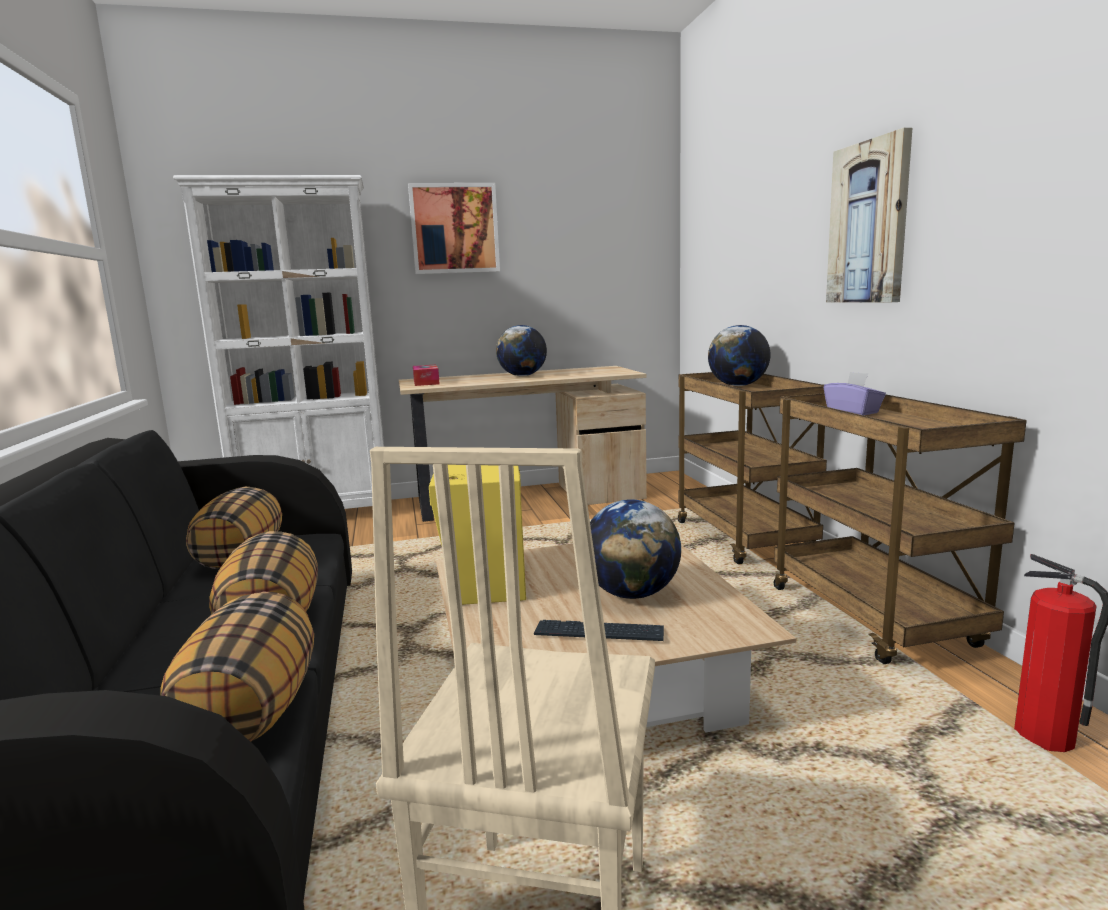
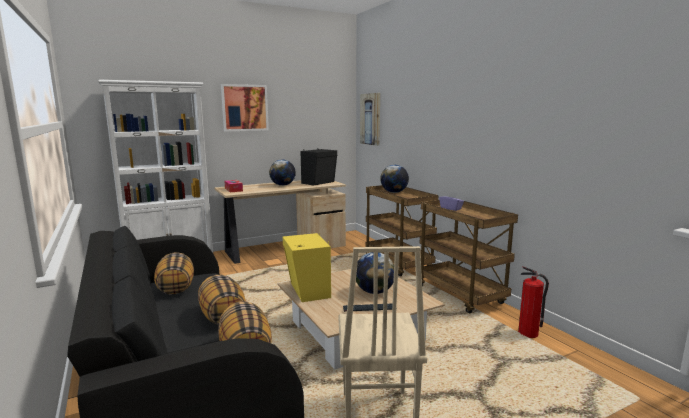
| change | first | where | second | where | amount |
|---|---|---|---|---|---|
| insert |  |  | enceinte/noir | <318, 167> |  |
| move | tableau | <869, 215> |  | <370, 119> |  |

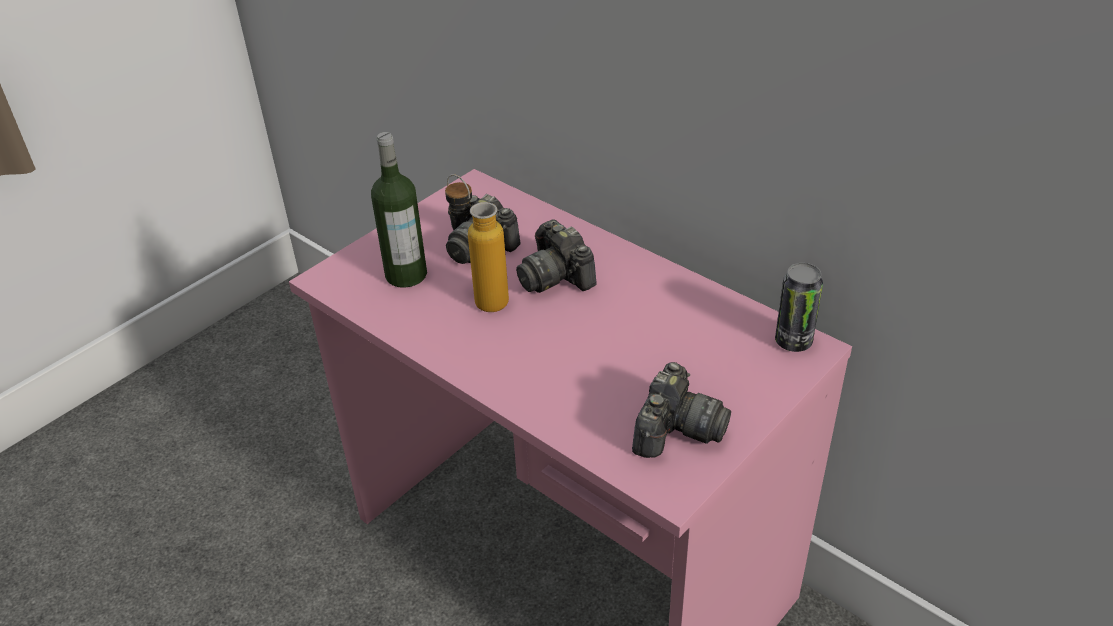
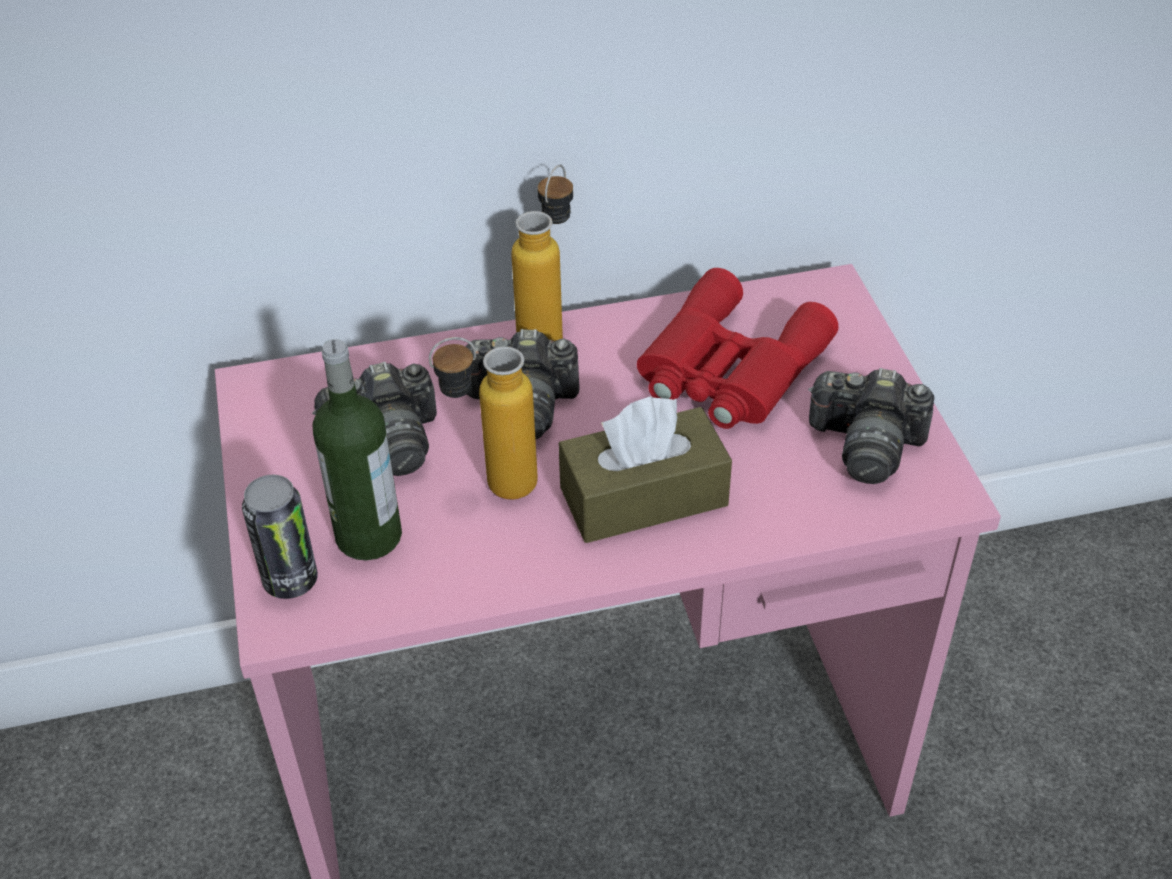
| change | first | where | second | where | amount |
|---|---|---|---|---|---|
| insert |  |  | bouteille | <542, 253> |  |
| insert |  |  | boîte à mouchoirs/marron | <645, 469> |  |
| insert |  |  | jumelles/rouge | <737, 348> |  |
| move | boîte métallique | <799, 307> |  | <280, 537> |  |
| rotate | appareil photo | <681, 410> |  | <871, 426> | 135 degrees clockwise |

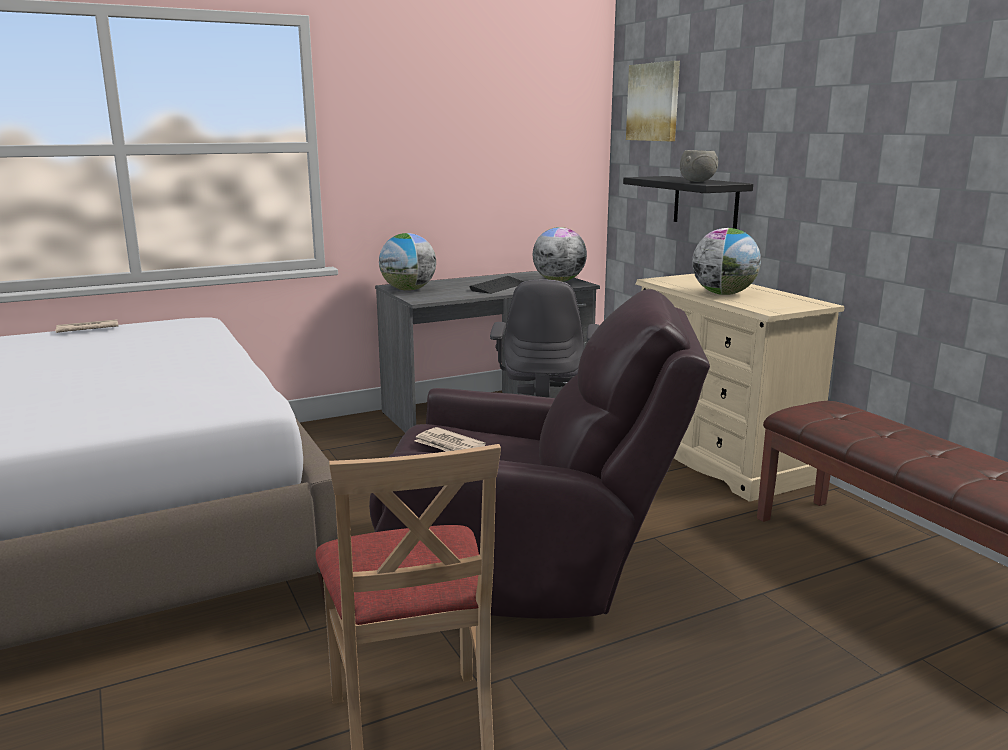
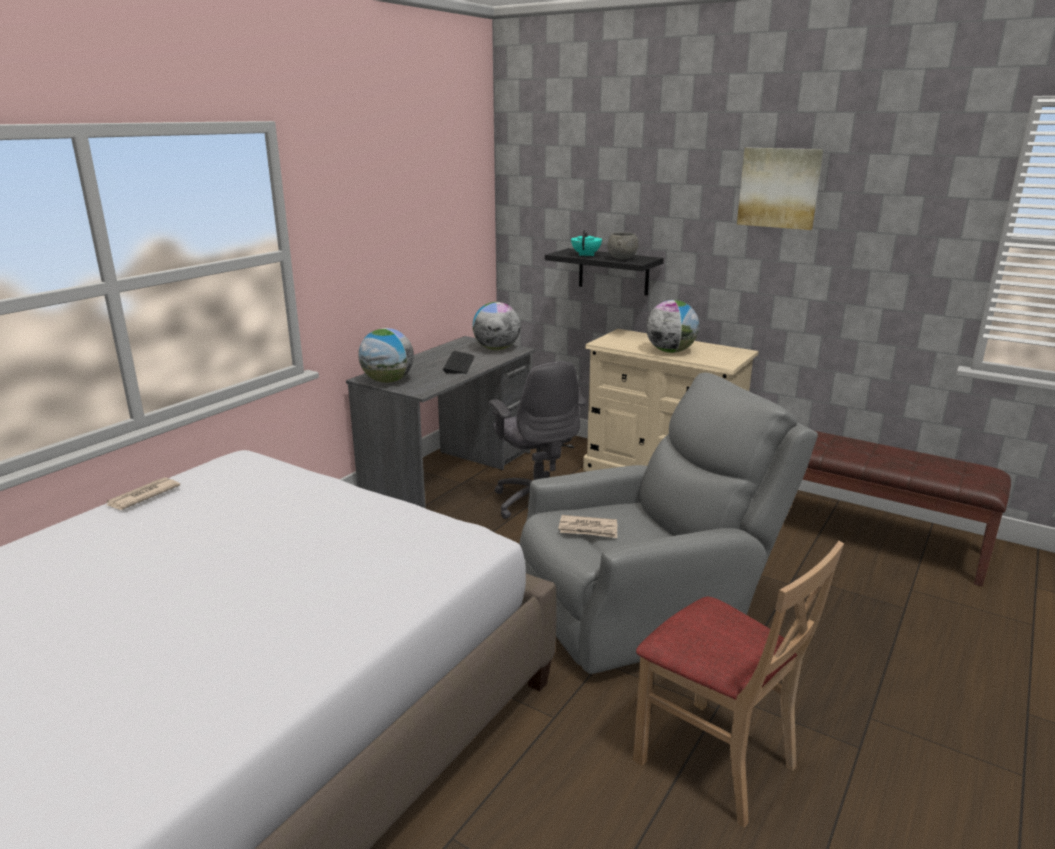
| change | first | where | second | where | amount |
|---|---|---|---|---|---|
| insert |  |  | théière/turquoise | <586, 243> |  |
| move | tableau | <653, 101> |  | <780, 189> |  |
| recolor | fauteuil/marron | <539, 454> | fauteuil/gris | <668, 523> |  |

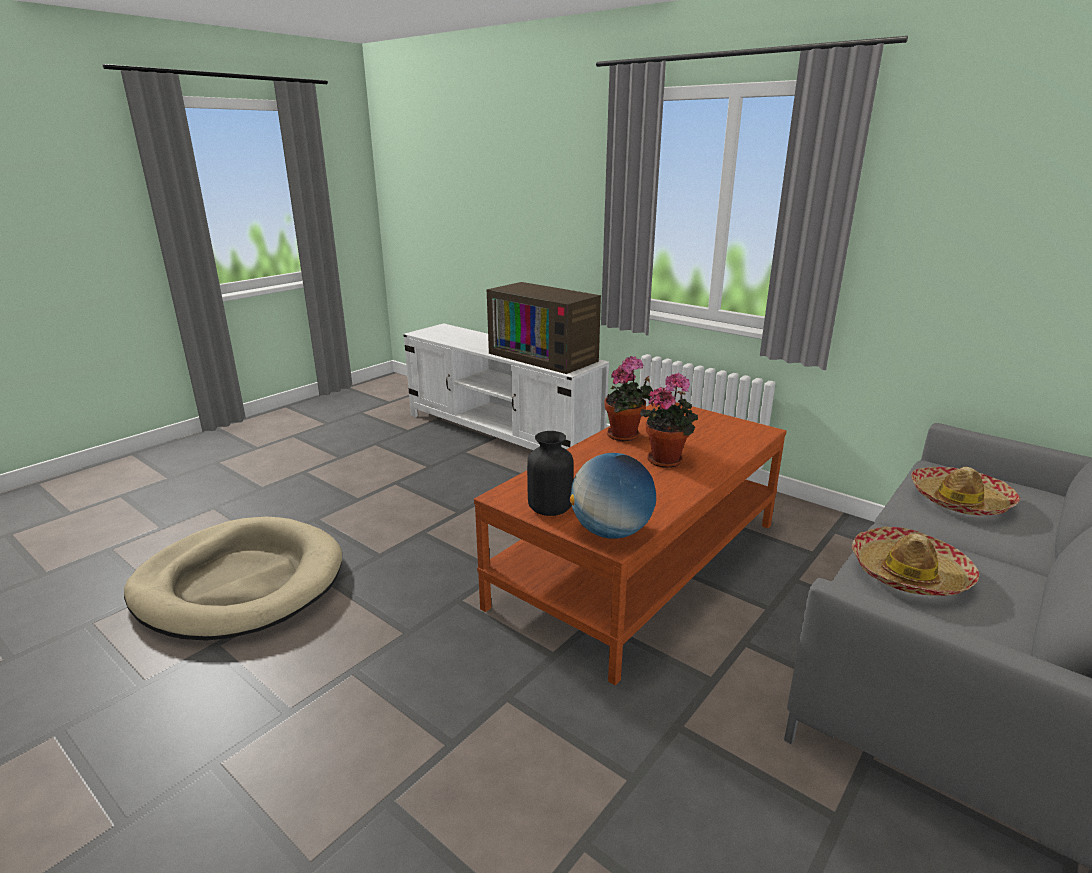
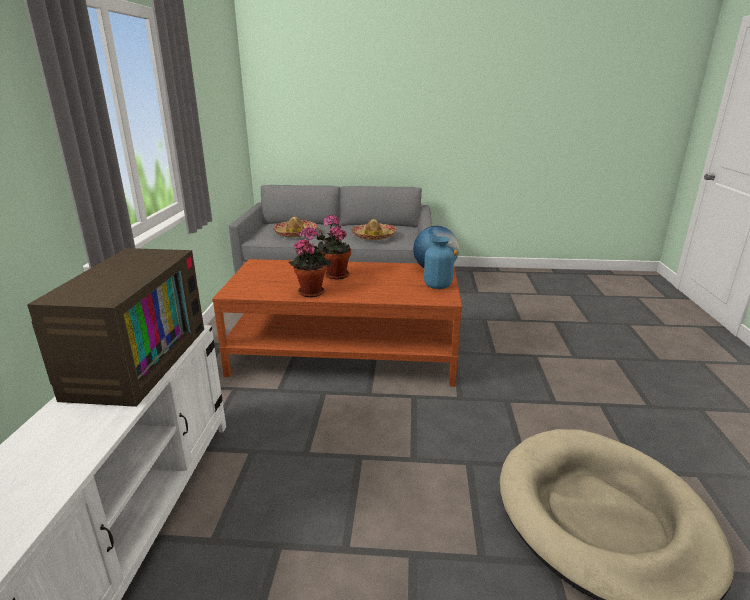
| change | first | where | second | where | amount |
|---|---|---|---|---|---|
| recolor | vase/noir | <550, 473> | vase/bleu | <439, 262> |  |

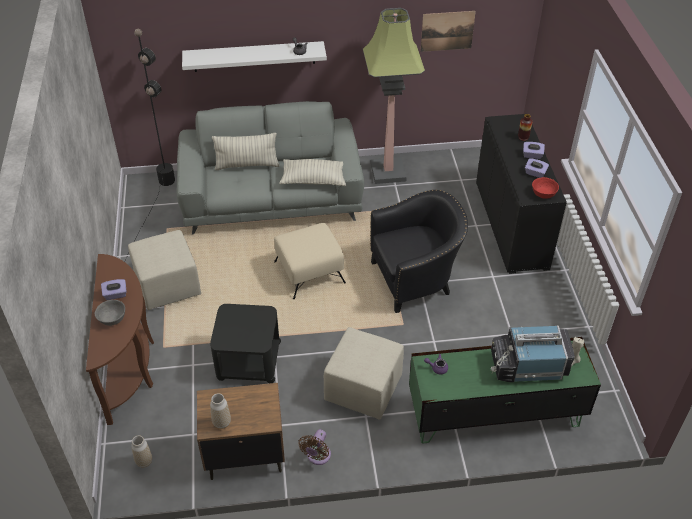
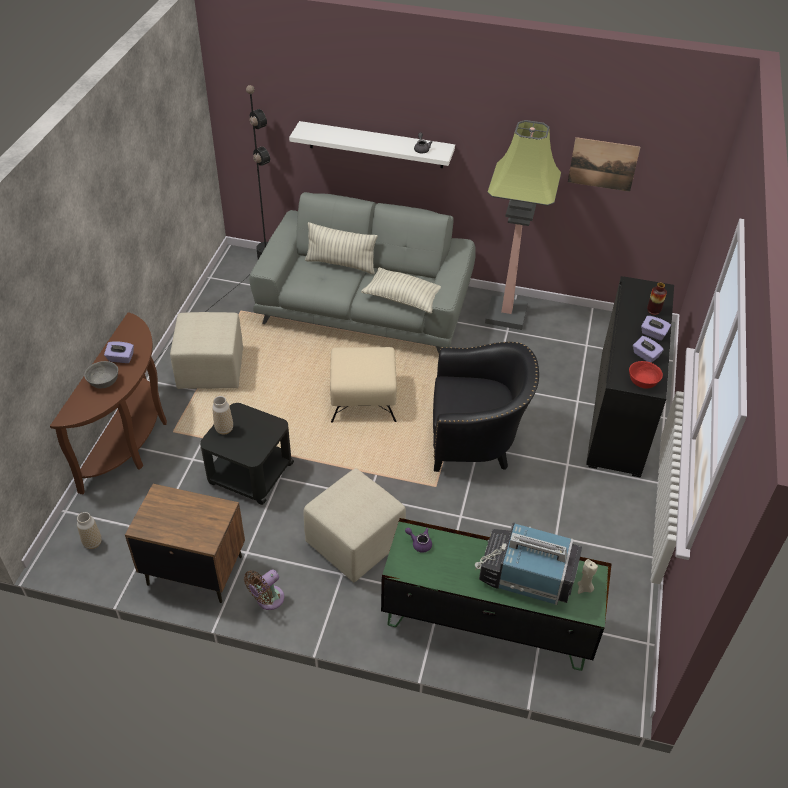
| change | first | where | second | where | amount |
|---|---|---|---|---|---|
| move | vase | <220, 411> |  | <222, 415> |  |

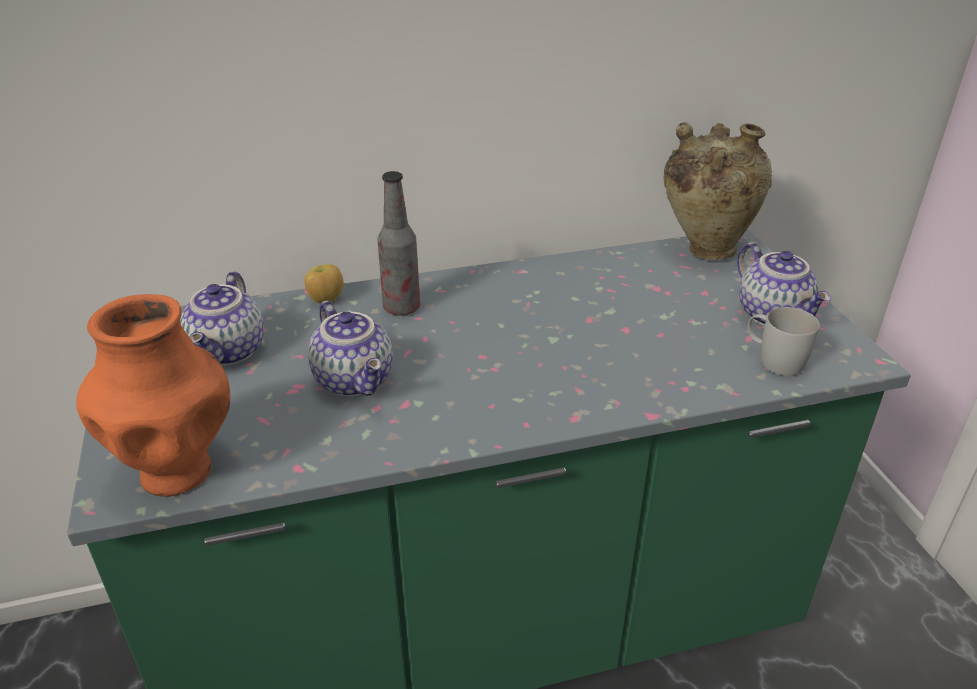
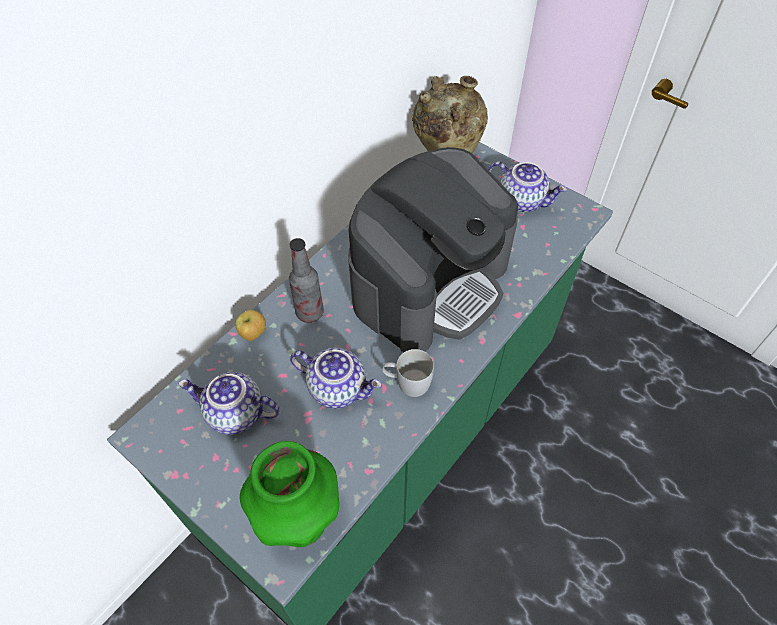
| change | first | where | second | where | amount |
|---|---|---|---|---|---|
| insert |  |  | machine à café | <433, 249> |  |
| move | mug/blanc | <784, 341> |  | <408, 373> |  |
| recolor | vase/orange | <153, 395> | vase/vert | <289, 494> |  |
| rotate | théière | <222, 318> |  | <228, 403> | 135 degrees clockwise |

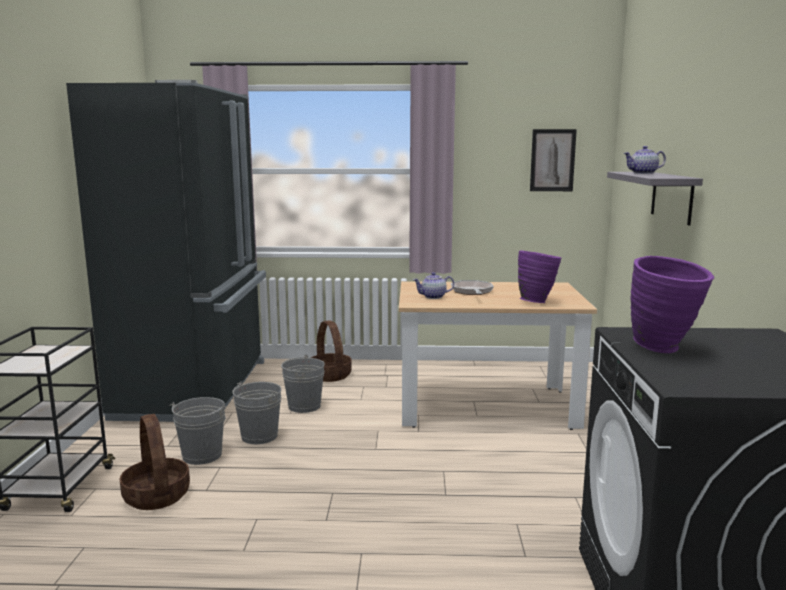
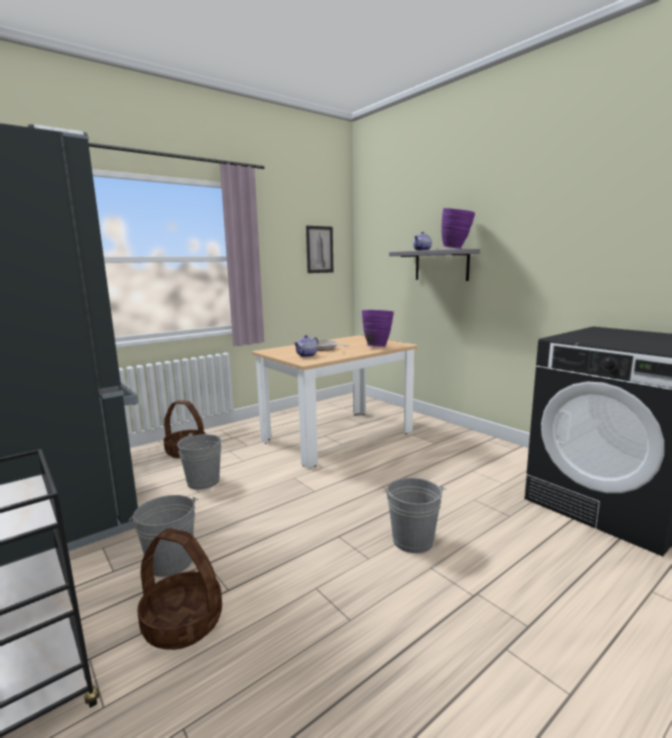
| change | first | where | second | where | amount |
|---|---|---|---|---|---|
| move | seau/gris | <256, 413> |  | <415, 515> |  |
| move | vase/violet | <672, 304> |  | <458, 228> |  |

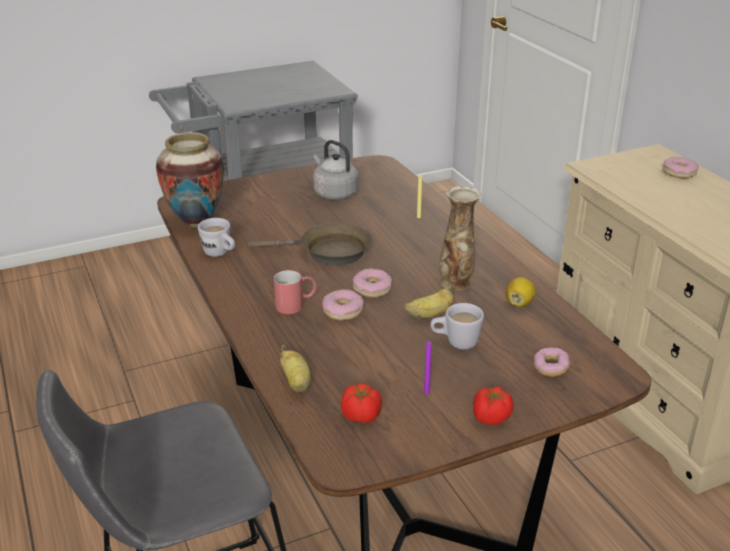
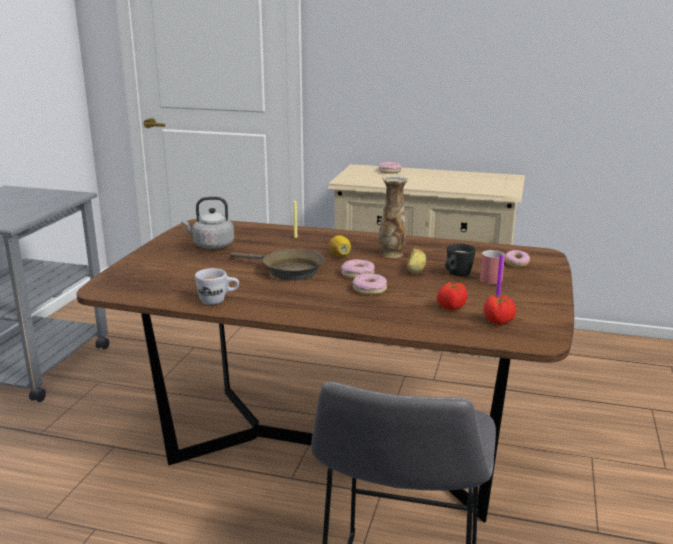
| change | first | where | second | where | amount |
|---|---|---|---|---|---|
| delete | vase | <190, 180> |  |  |  |
| delete | banane | <295, 368> |  |  |  |
| move | mug/rouge | <295, 292> |  | <492, 267> |  |
| move | tomate | <493, 405> |  | <452, 296> |  |
| move | citron | <521, 292> |  | <339, 246> |  |
| recolor | mug/blanc | <457, 326> | mug/noir | <460, 259> |  |
| rotate | poêle/marron | <310, 243> |  | <277, 264> | 75 degrees clockwise |

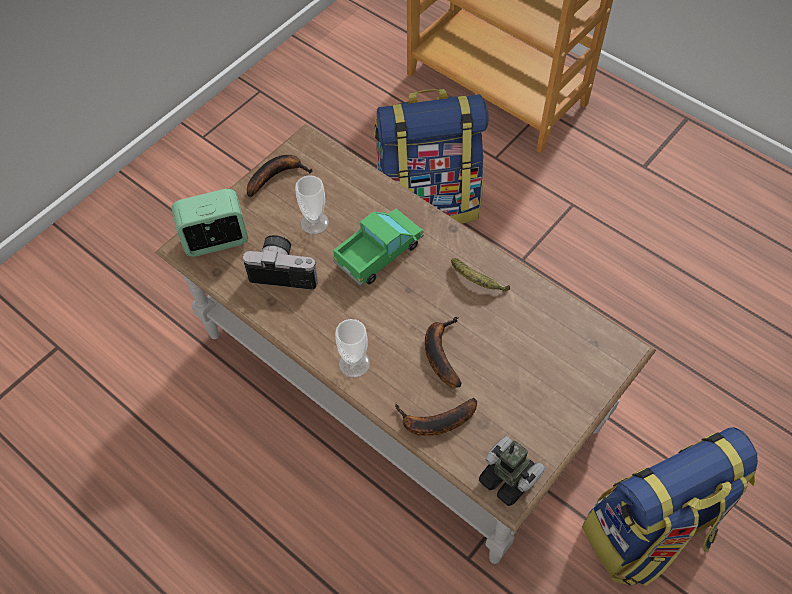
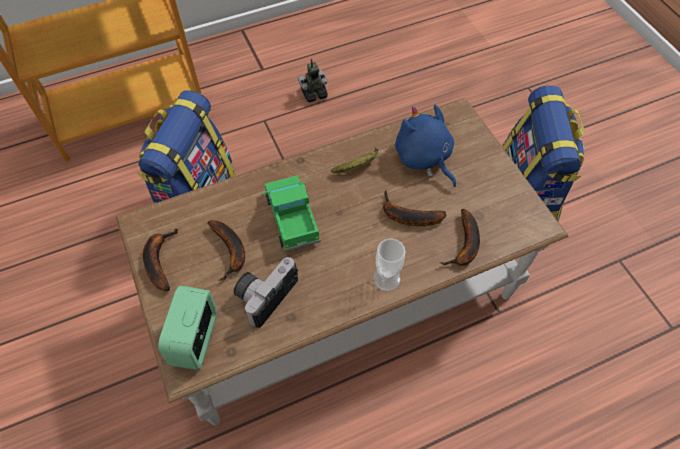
| change | first | where | second | where | amount |
|---|---|---|---|---|---|
| insert |  |  | peluche/bleu | <425, 145> |  |
| move | robot jouet | <512, 471> |  | <313, 80> |  |
| replace | tasse | <312, 204> | banane | <226, 250> |  |

